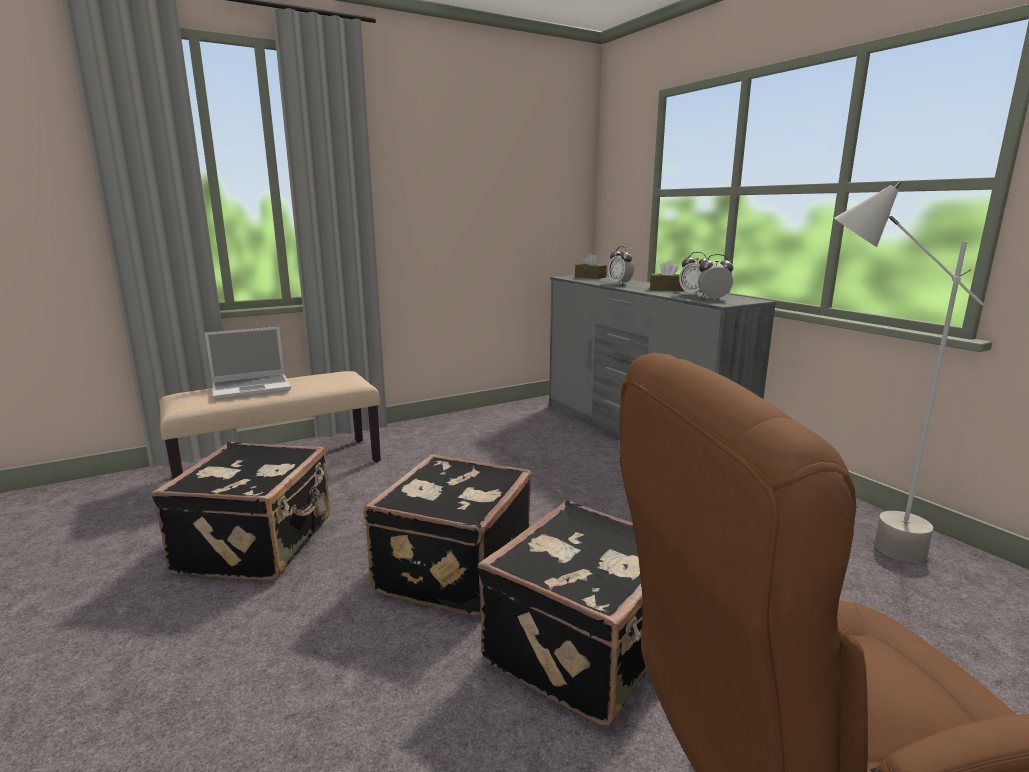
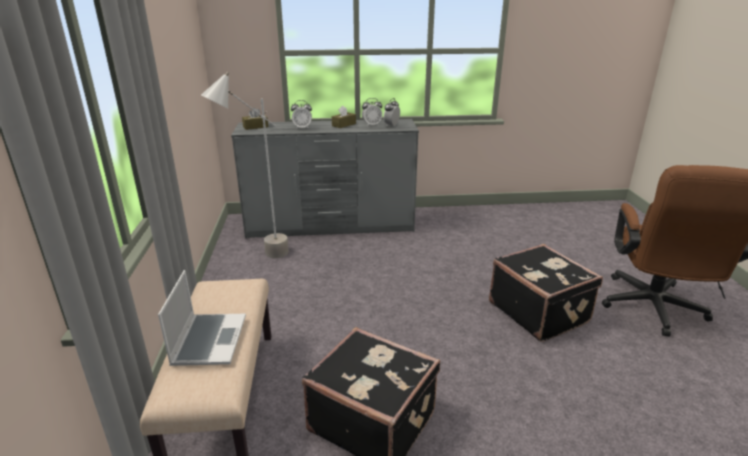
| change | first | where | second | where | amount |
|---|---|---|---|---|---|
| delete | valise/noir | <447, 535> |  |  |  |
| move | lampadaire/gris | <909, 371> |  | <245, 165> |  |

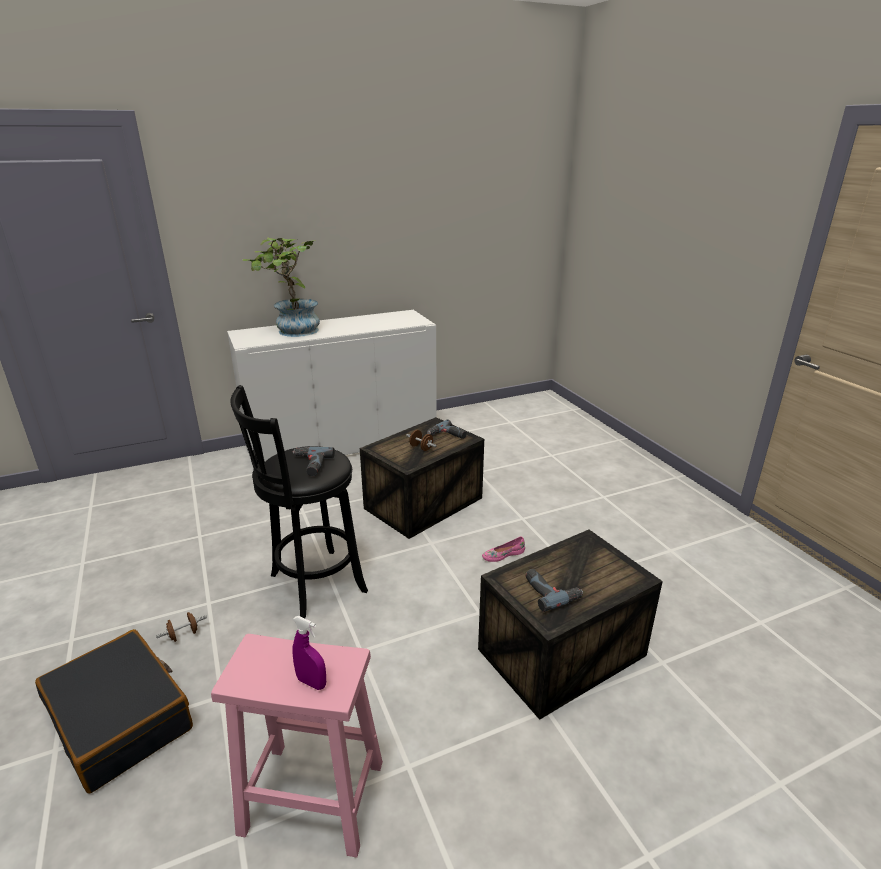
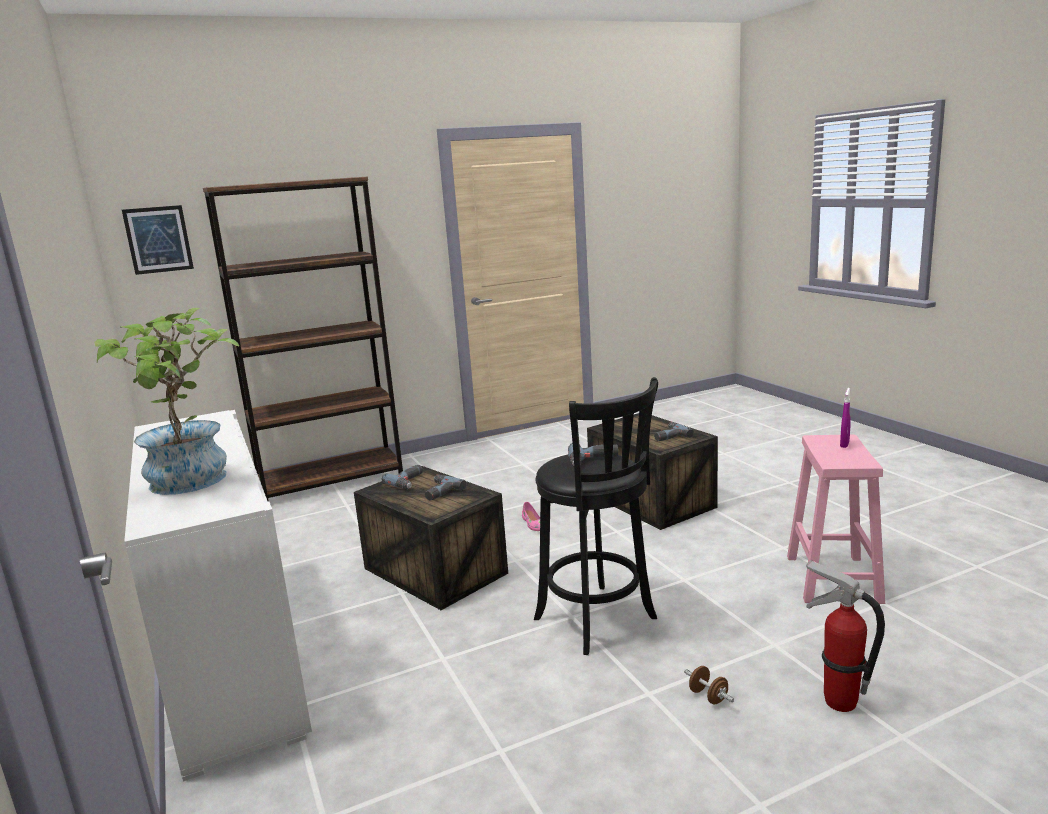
| change | first | where | second | where | amount |
|---|---|---|---|---|---|
| insert |  |  | tableau | <158, 240> |  |
| insert |  |  | bibliothèque/marron | <303, 339> |  |
| replace | valise/noir | <114, 711> | extincteur | <845, 636> |  |
| replace | haltère/marron | <421, 440> | perceuse | <446, 488> |  |

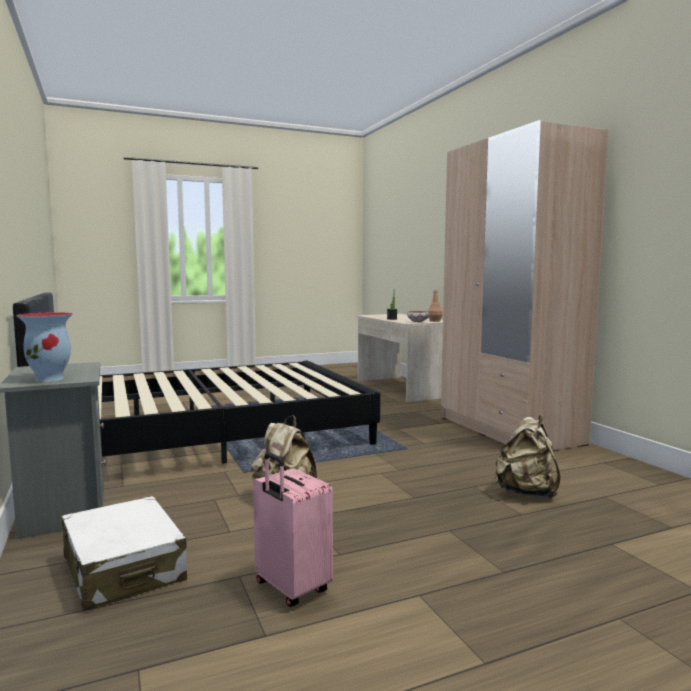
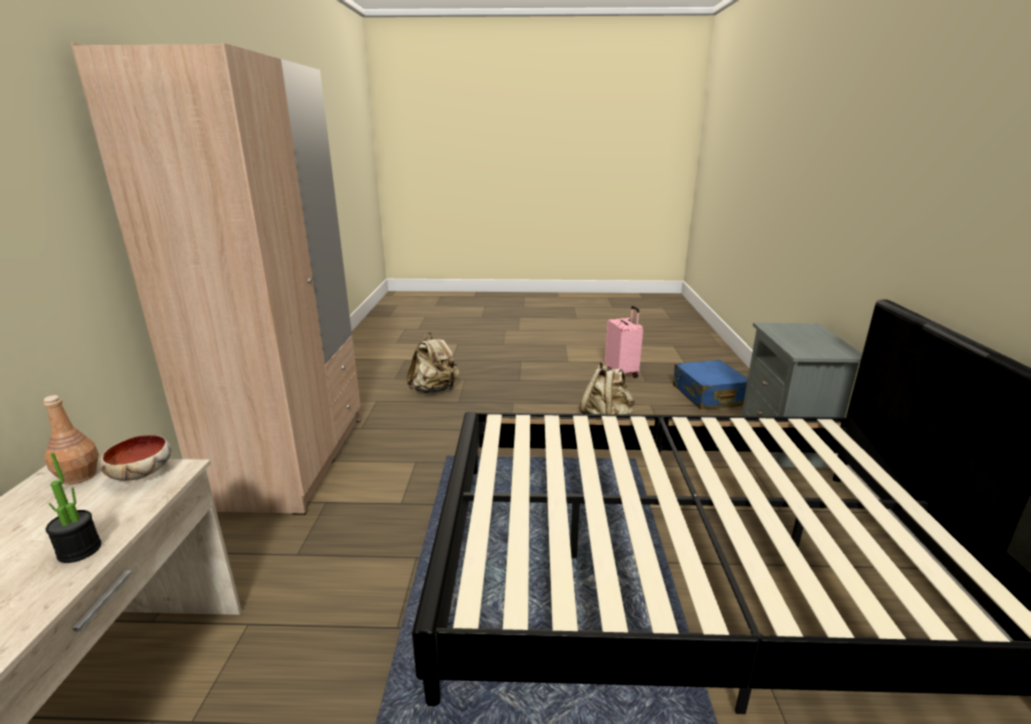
| change | first | where | second | where | amount |
|---|---|---|---|---|---|
| delete | vase | <44, 347> |  |  |  |
| recolor | valise/blanc | <124, 553> | valise/bleu | <710, 384> |  |

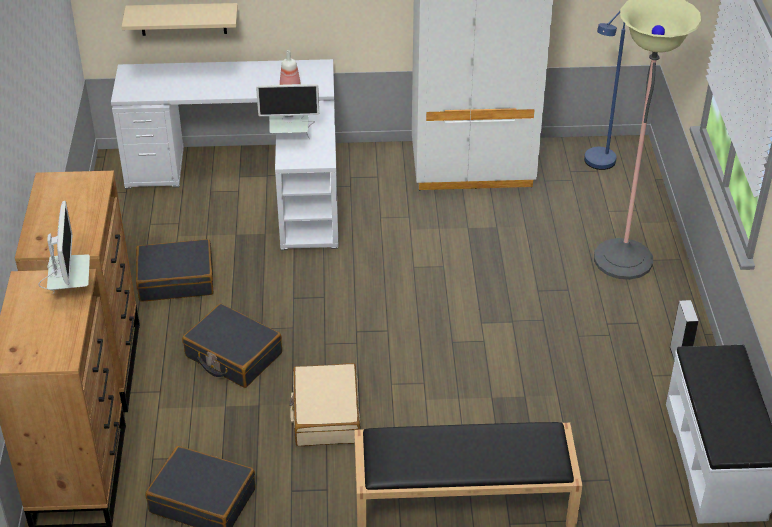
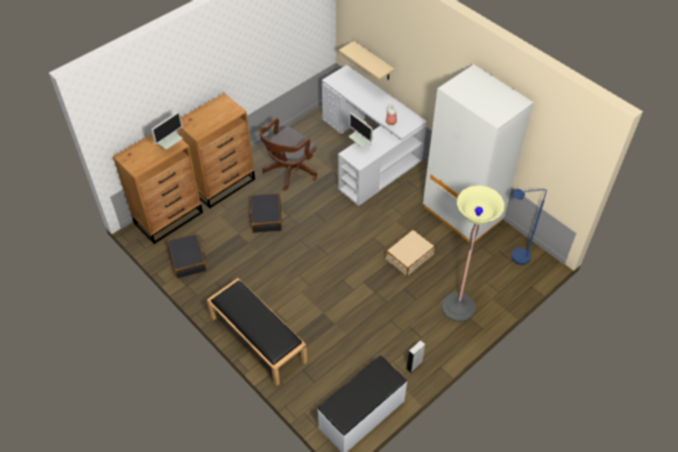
| change | first | where | second | where | amount |
|---|---|---|---|---|---|
| move | valise/beige | <324, 404> |  | <410, 253> |  |
| replace | valise/noir | <175, 270> | chaise de bureau/marron | <288, 154> |  |

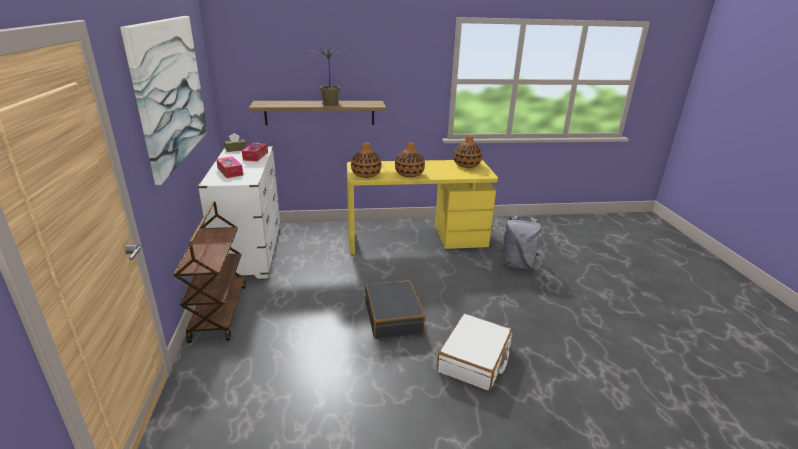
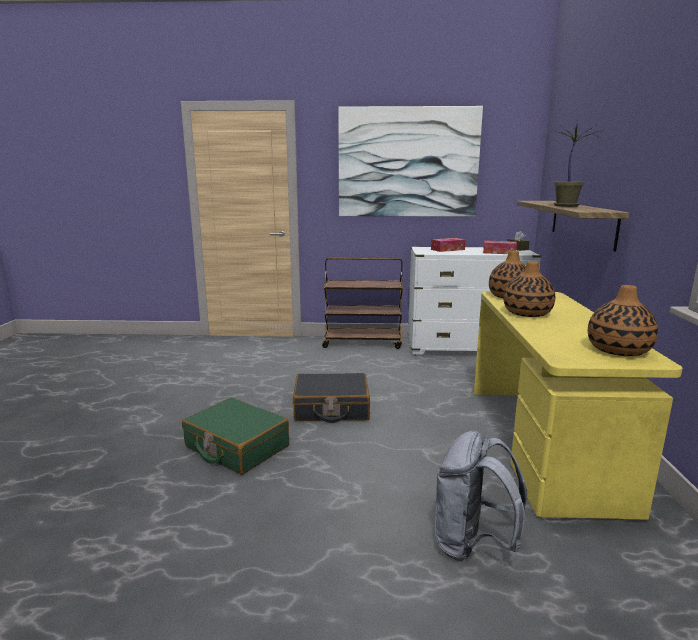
| change | first | where | second | where | amount |
|---|---|---|---|---|---|
| recolor | valise/blanc | <475, 352> | valise/vert | <235, 436> |  |

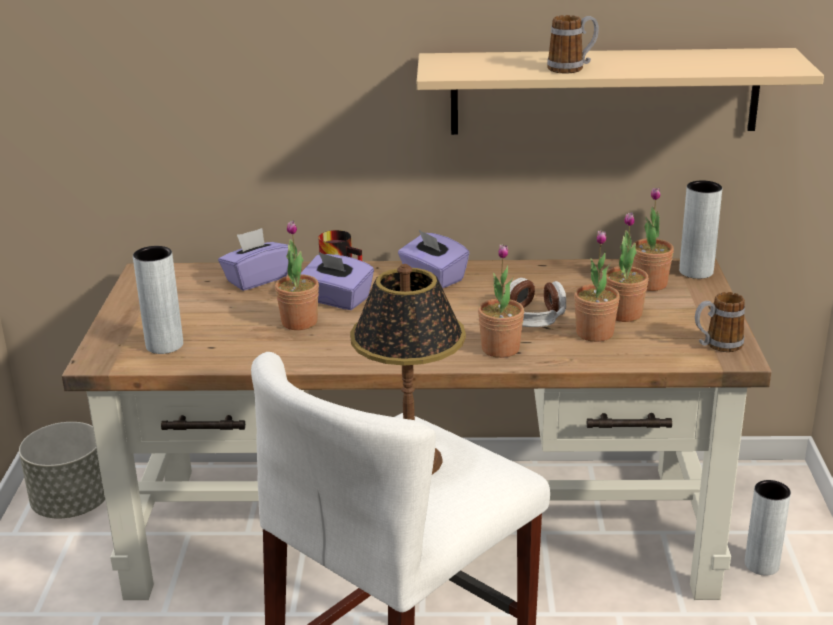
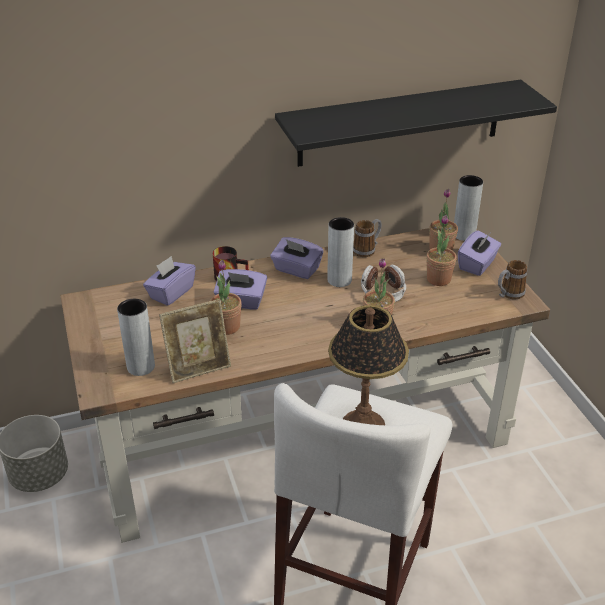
| change | first | where | second | where | amount |
|---|---|---|---|---|---|
| delete | plante en pot | <597, 286> |  |  |  |
| insert |  |  | cadre photo | <195, 341> |  |
| insert |  |  | boîte à mouchoirs/violet | <479, 253> |  |
| move | mug | <573, 44> |  | <367, 238> |  |
| move | vase/gris | <768, 528> |  | <340, 252> |  |
| recolor | étagère/beige | <620, 91> | étagère/noir | <416, 123> |  |

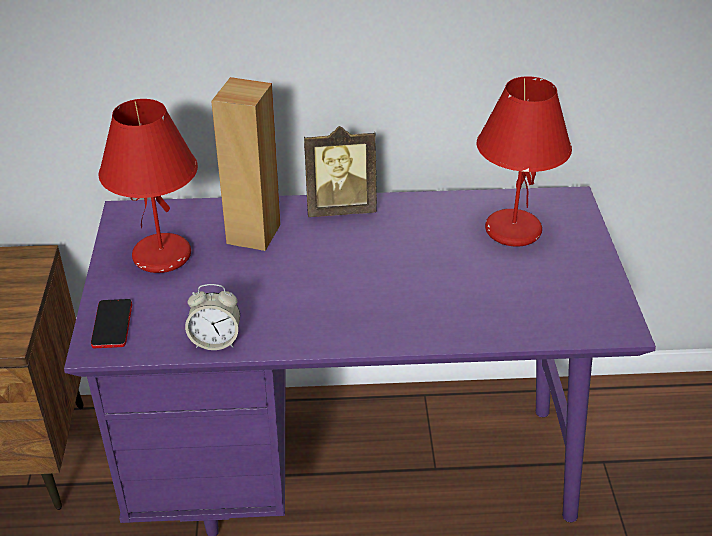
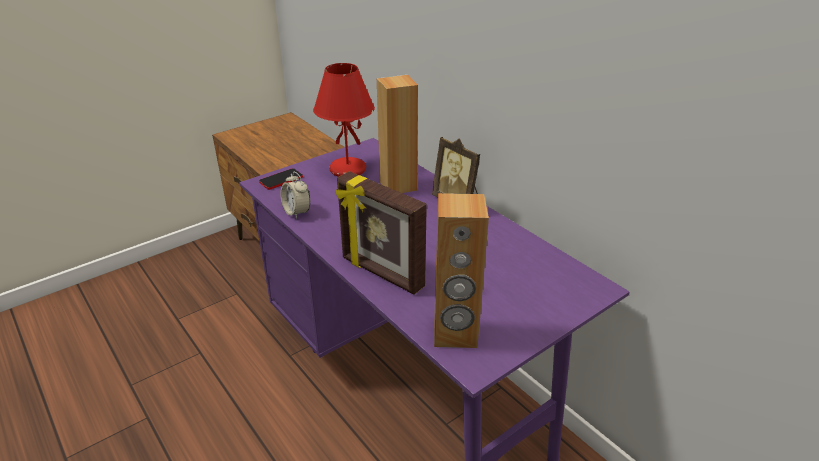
| change | first | where | second | where | amount |
|---|---|---|---|---|---|
| delete | lampe de table/rouge | <524, 161> |  |  |  |
| insert |  |  | cadre photo | <381, 233> |  |
| insert |  |  | enceinte/marron | <461, 270> |  |

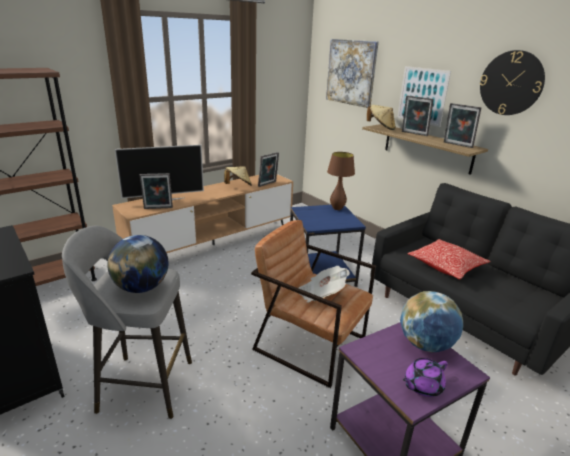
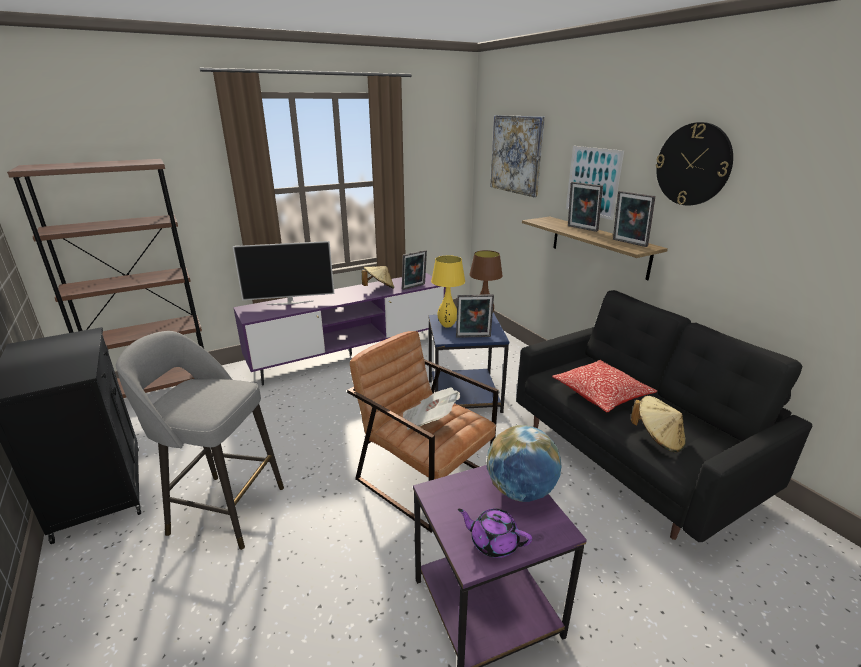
| change | first | where | second | where | amount |
|---|---|---|---|---|---|
| delete | globe | <138, 264> |  |  |  |
| insert |  |  | lampe de table/jaune | <448, 291> |  |
| move | cadre photo | <156, 191> |  | <475, 316> |  |
| move | chapeau/beige | <381, 117> |  | <658, 424> |  |
| recolor | meuble télé/marron | <202, 213> | meuble télé/violet | <339, 329> |  |
| rotate | théière/violet | <425, 377> |  | <495, 533> | 45 degrees clockwise |

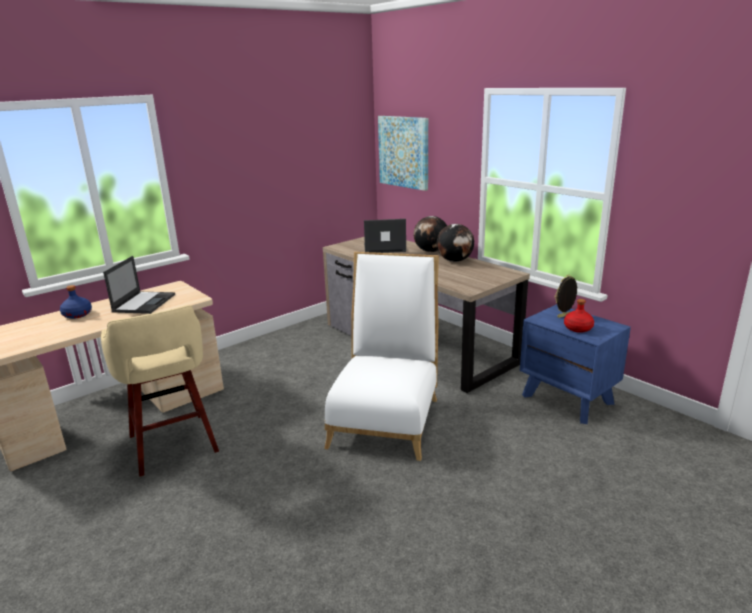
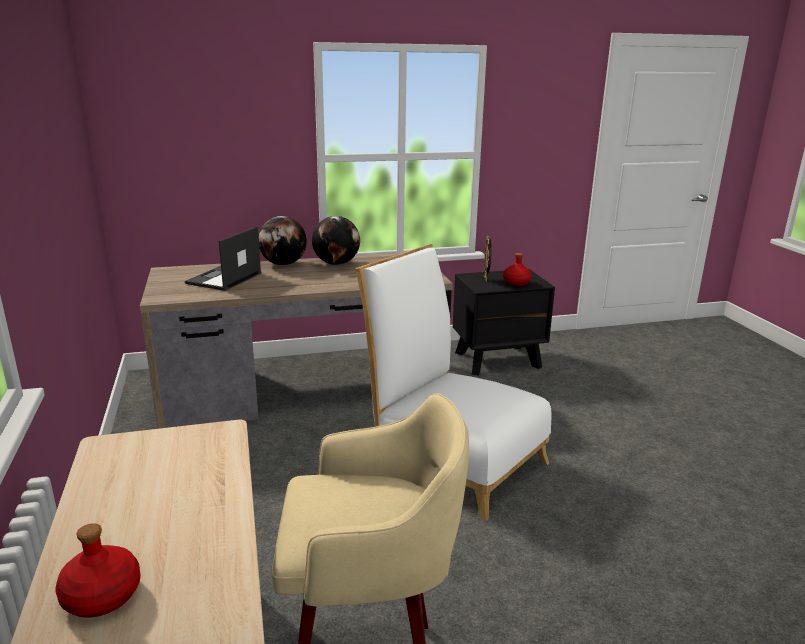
| change | first | where | second | where | amount |
|---|---|---|---|---|---|
| delete | ordinateur portable | <139, 285> |  |  |  |
| delete | tableau | <403, 153> |  |  |  |
| recolor | bouteille/bleu | <76, 302> | bouteille/rouge | <98, 570> |  |
| recolor | table de chevet/bleu | <575, 364> | table de chevet/noir | <504, 322> |  |

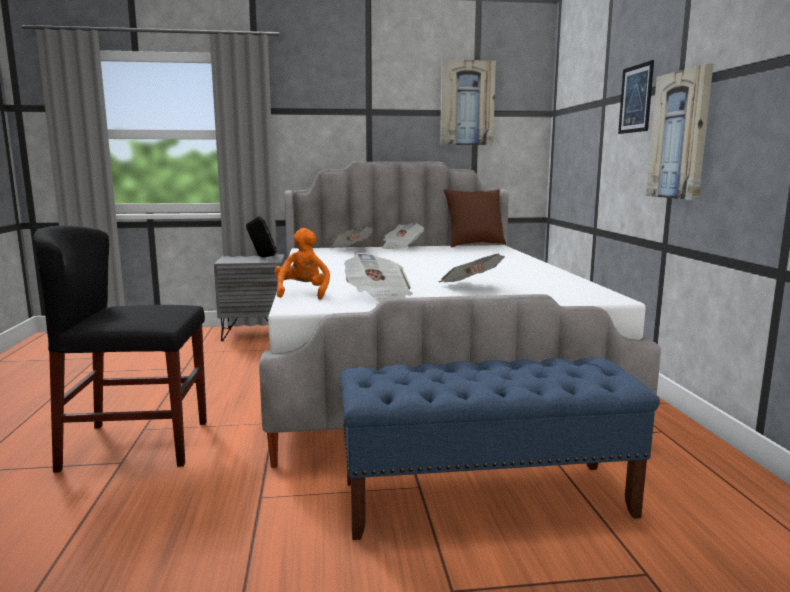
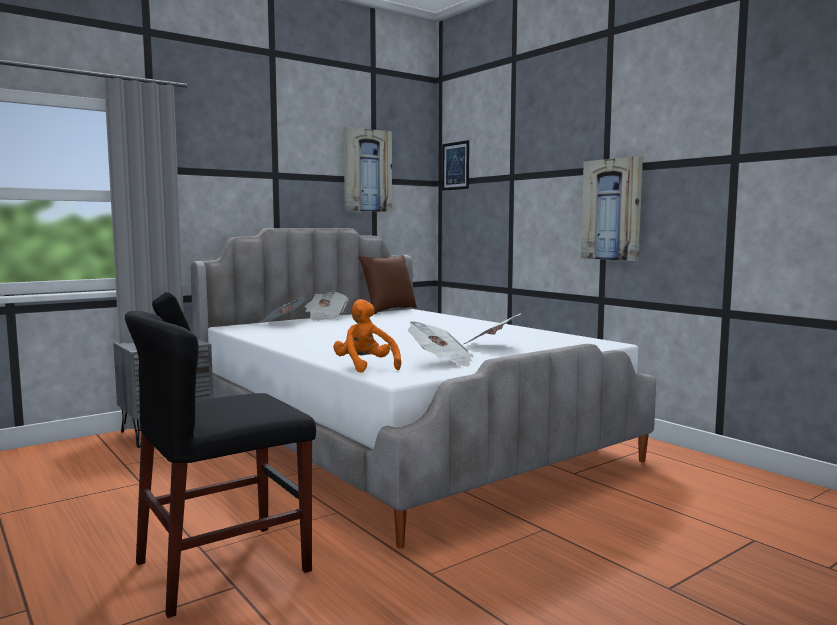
| change | first | where | second | where | amount |
|---|---|---|---|---|---|
| delete | banc/bleu | <500, 448> |  |  |  |
| move | tableau | <636, 97> |  | <455, 165> |  |

